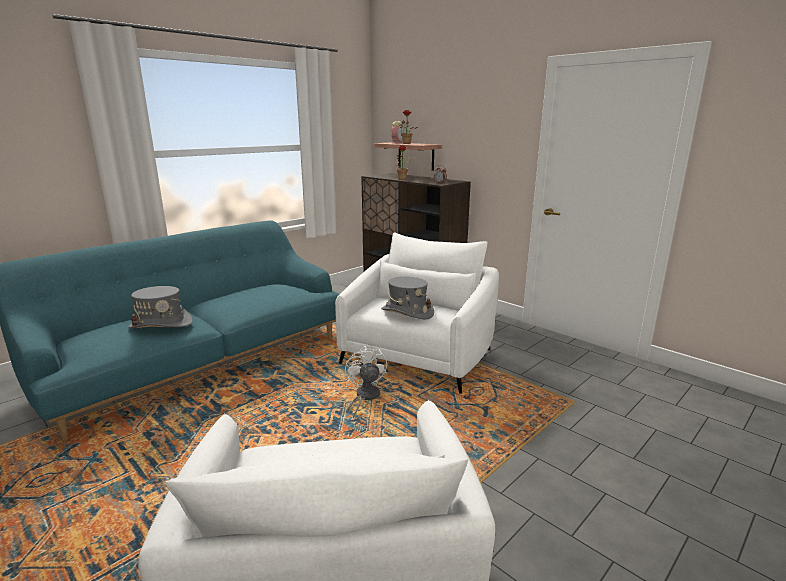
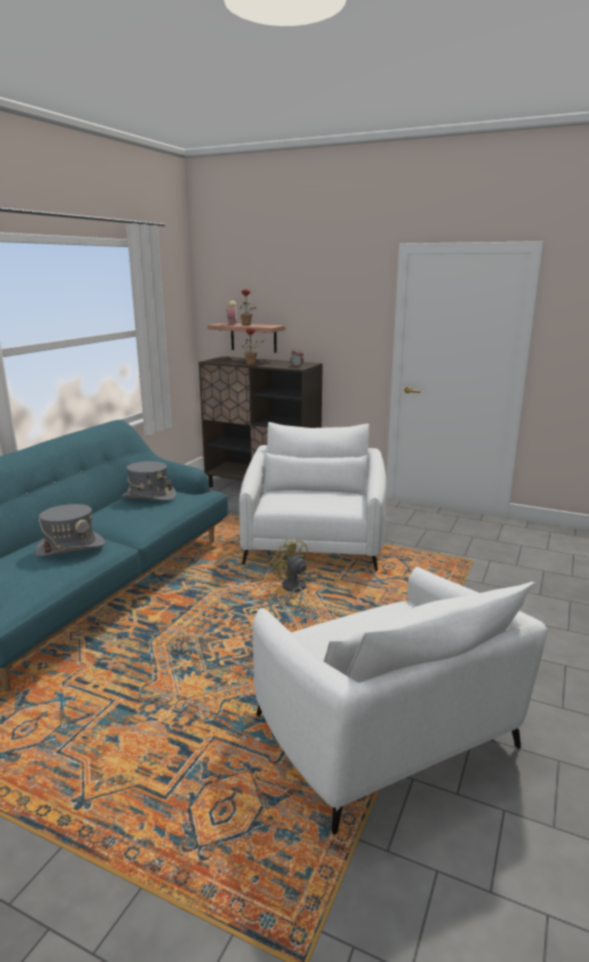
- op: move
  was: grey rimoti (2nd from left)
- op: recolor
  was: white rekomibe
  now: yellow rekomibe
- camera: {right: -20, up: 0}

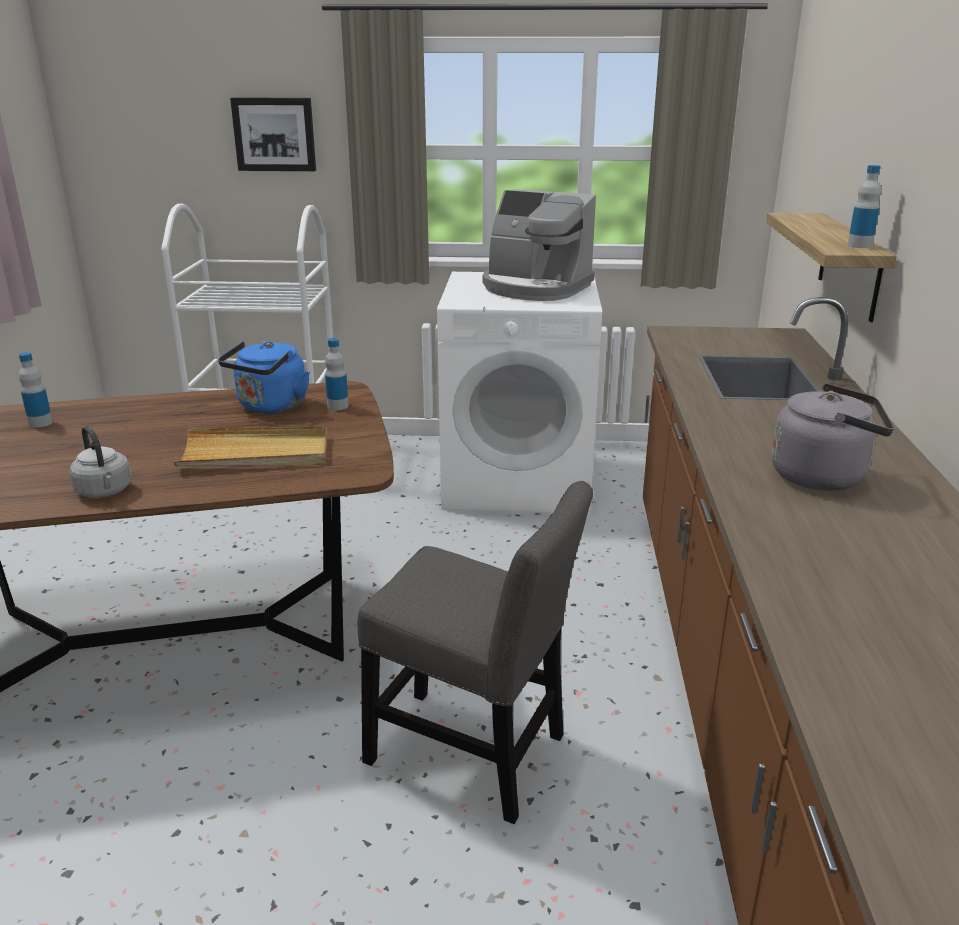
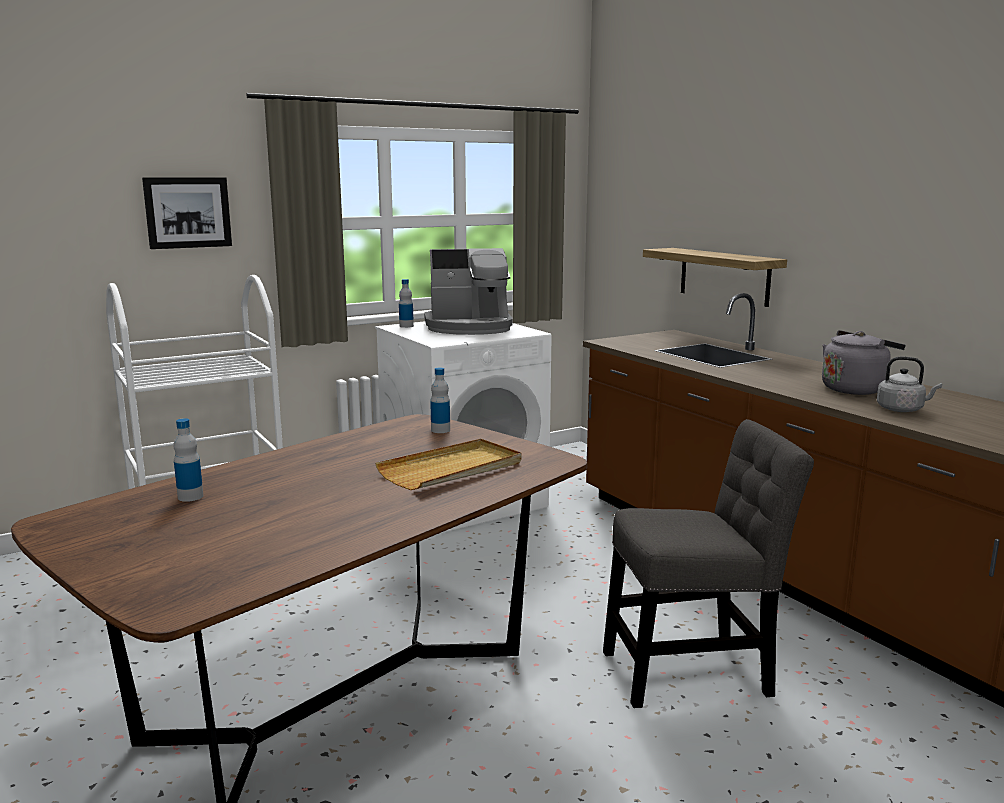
- op: move
  was: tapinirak (3rd from left in the first image)
  now: tapinirak (2nd from left)
- op: move
  was: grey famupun (1st from left in the first image)
  now: grey famupun (2nd from left)
- op: delete
  was: blue famupun
- camera: {right: -35, up: -10}

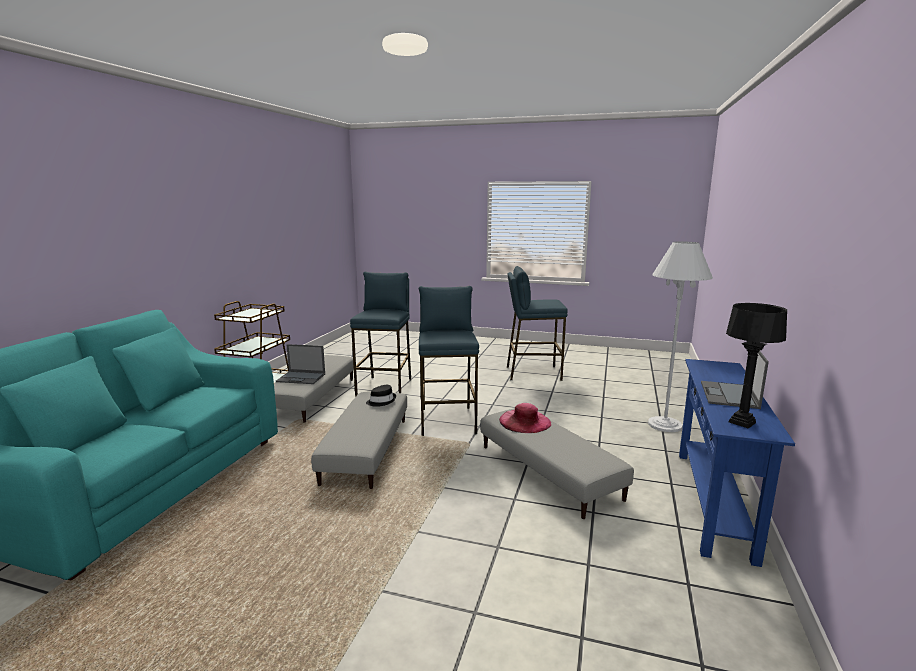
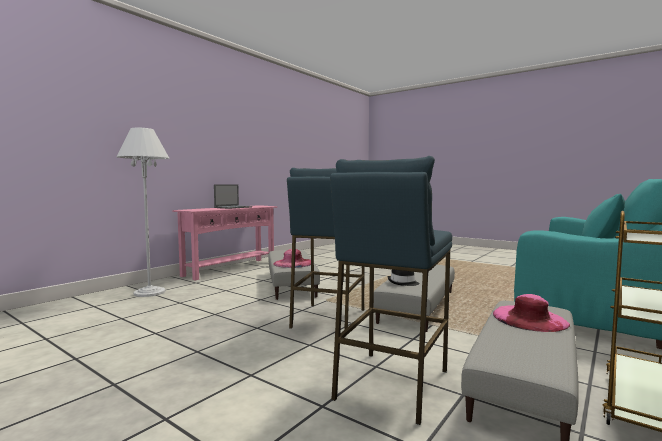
- op: recolor
  was: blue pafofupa
  now: pink pafofupa
- op: replace
  was: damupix (1st from left)
  now: pink rimoti (2nd from left)
- op: delete
  was: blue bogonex (3rd from left)
- op: delete
  was: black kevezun
- camera: {right: -160, up: -10}

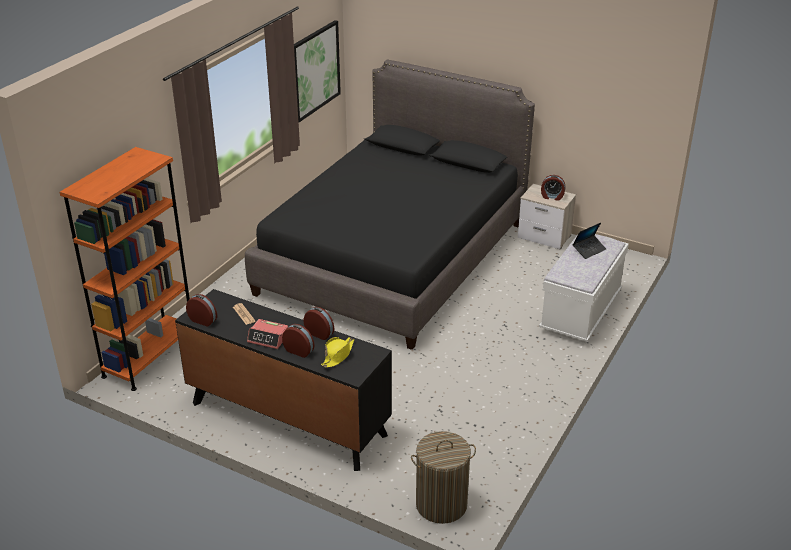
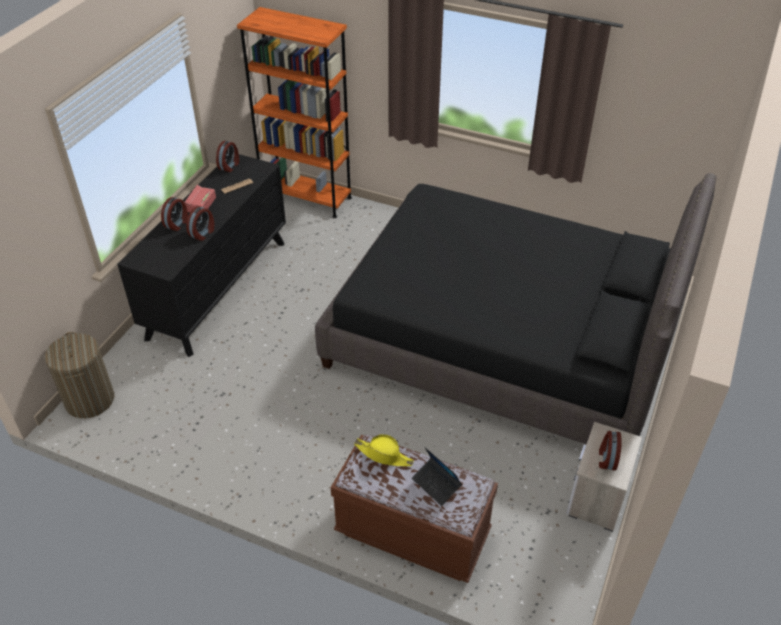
- op: recolor
  was: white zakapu
  now: brown zakapu
- op: move
  was: yellow rimoti
- op: delete
  was: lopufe
- camera: {right: 85, up: 10}

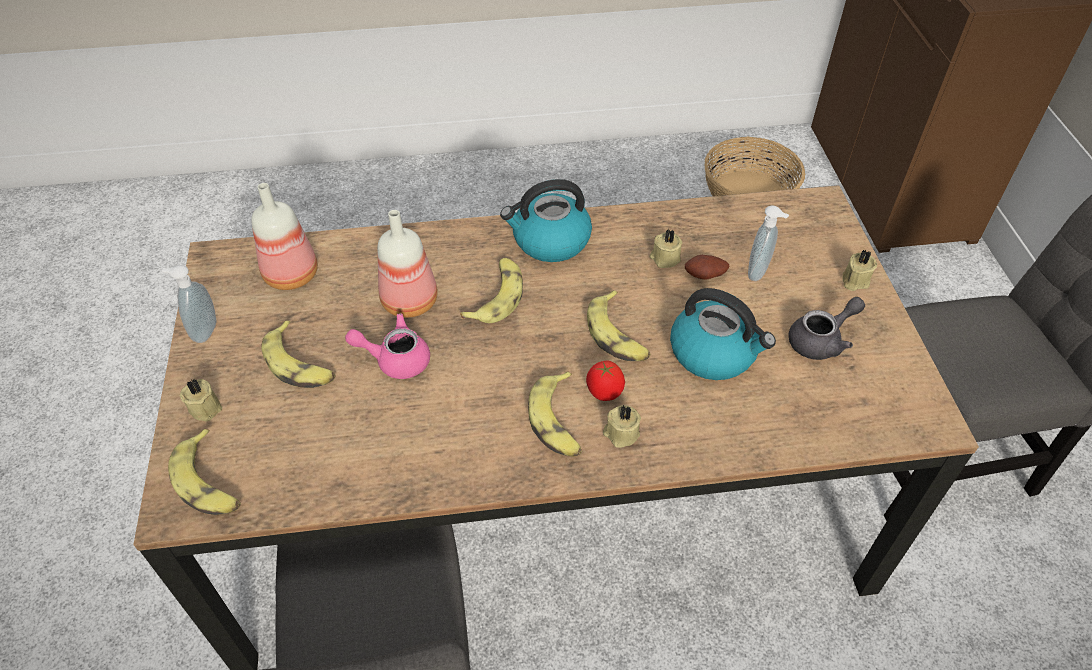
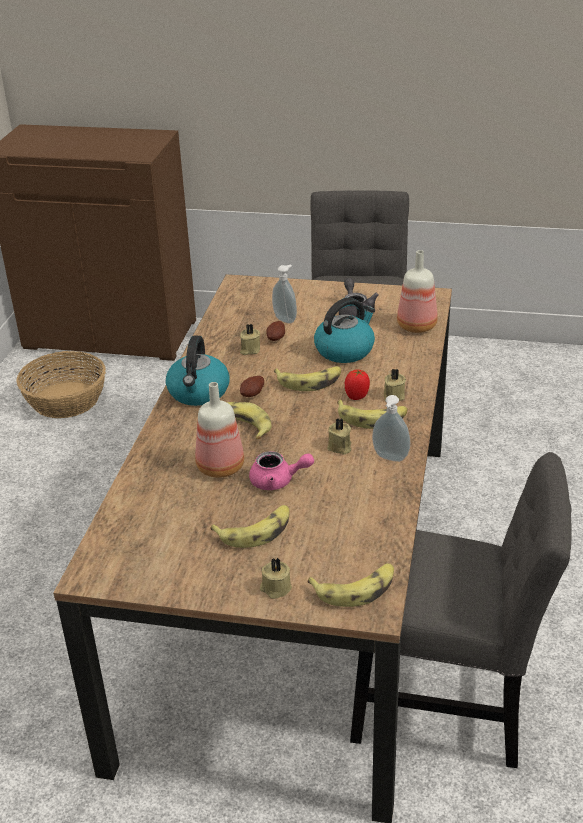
- op: insert
  now: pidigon (1st from left)
- op: rotate
  was: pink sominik
  clockwise: -105
- op: move
  was: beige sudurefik (4th from left in the first image)
  now: beige sudurefik (3rd from left)
- op: move
  was: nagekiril (1st from left in the first image)
  now: nagekiril (2nd from left)
- op: move
  was: tapinirak (1st from left in the first image)
  now: tapinirak (2nd from left)
- camera: {right: -70, up: -15}

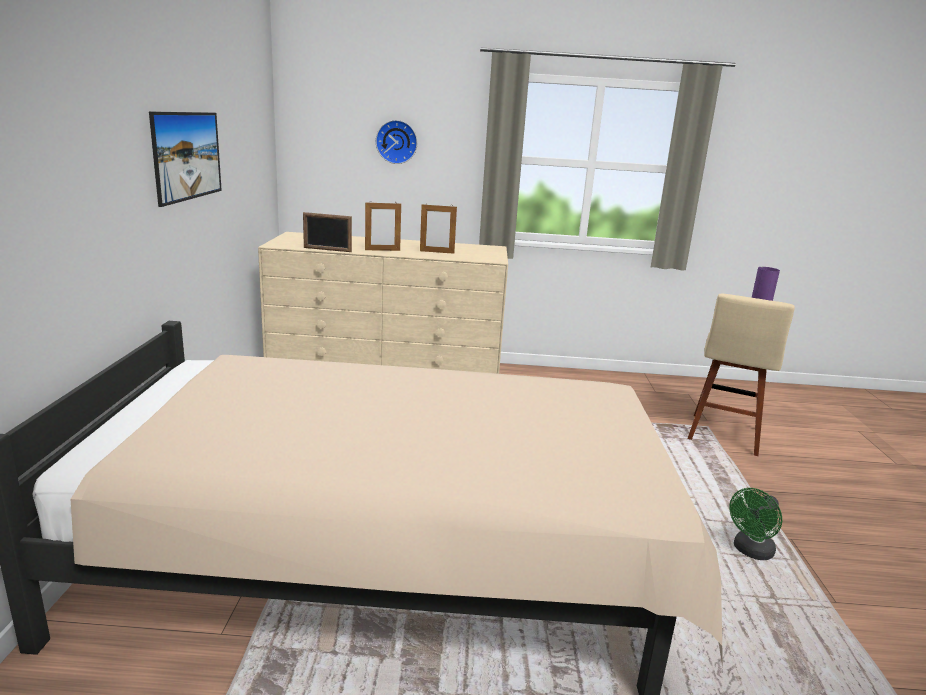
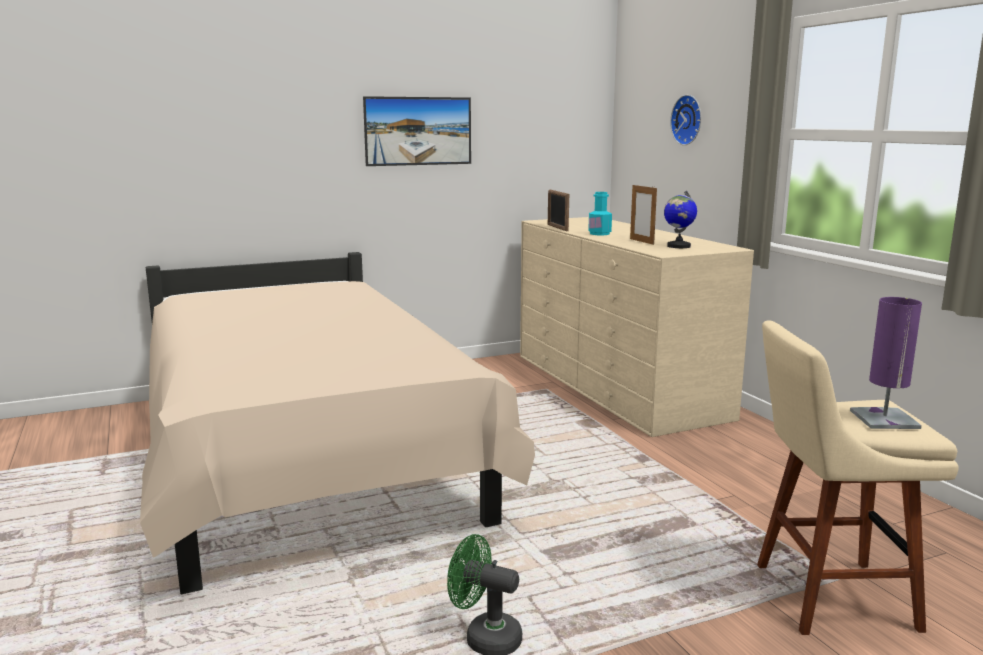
- op: replace
  was: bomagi (2nd from left)
  now: turquoise tapinirak
- op: insert
  now: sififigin
- camera: {right: 65, up: -5}

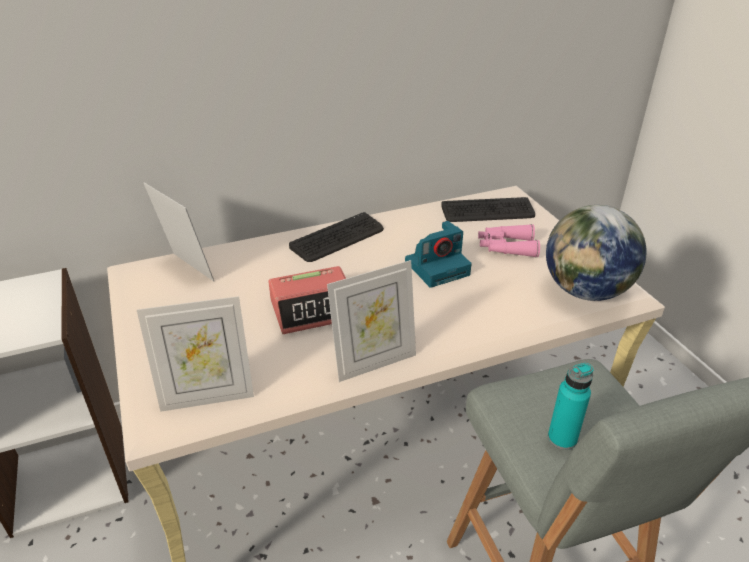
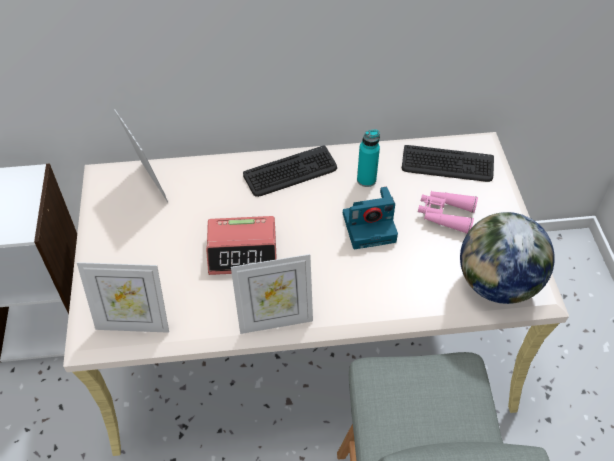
- op: move
  was: turquoise tapinirak
- camera: {right: 15, up: 15}

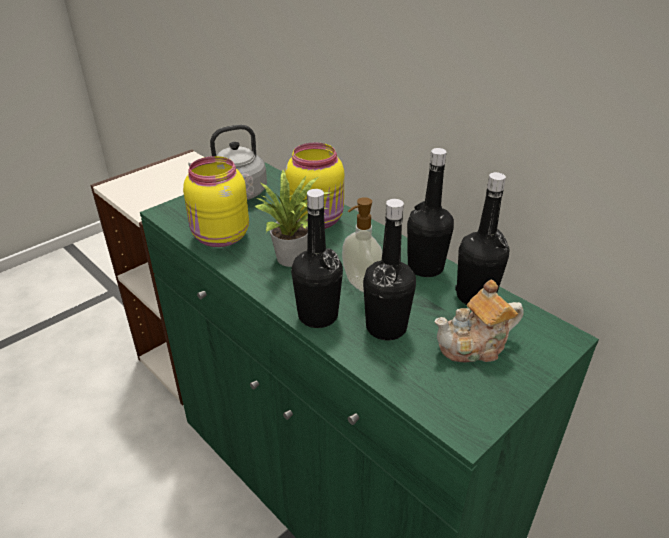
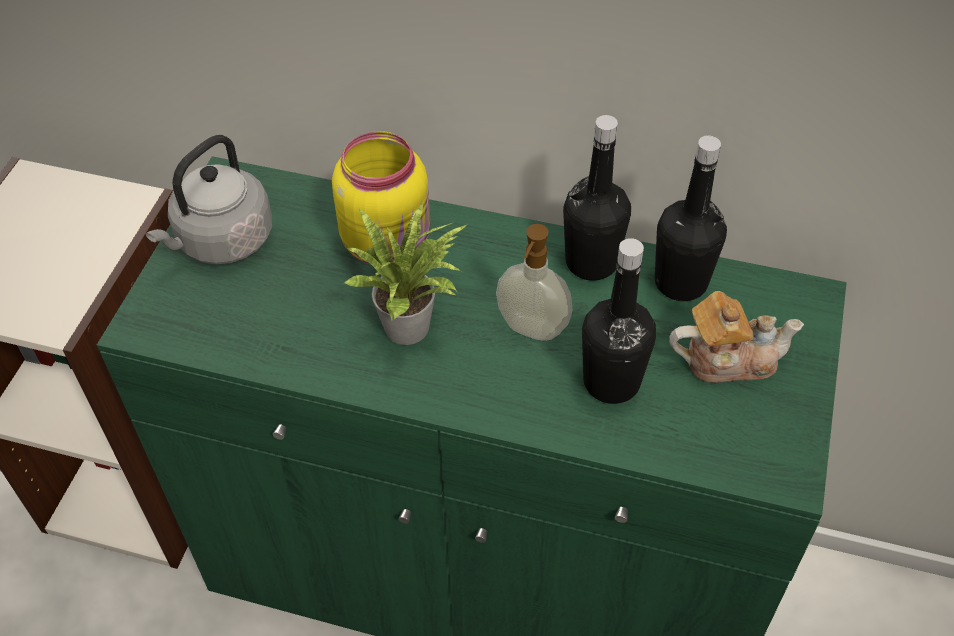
- op: rotate
  was: sominik
  clockwise: -135
- op: delete
  was: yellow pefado (1st from left)
- op: delete
  was: black tapinirak (1st from left)
- camera: {right: -30, up: 15}

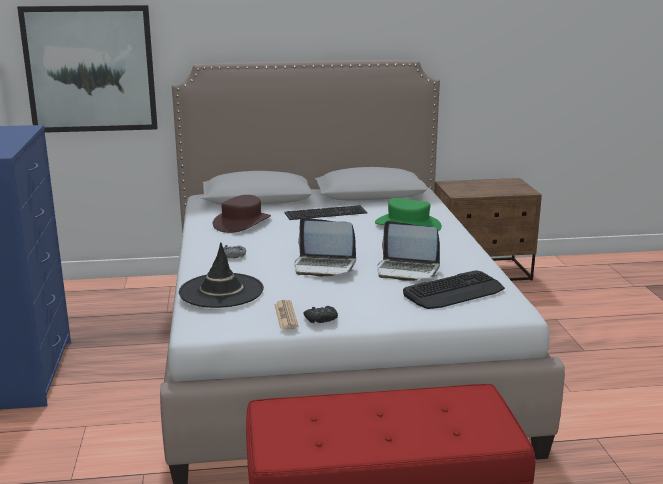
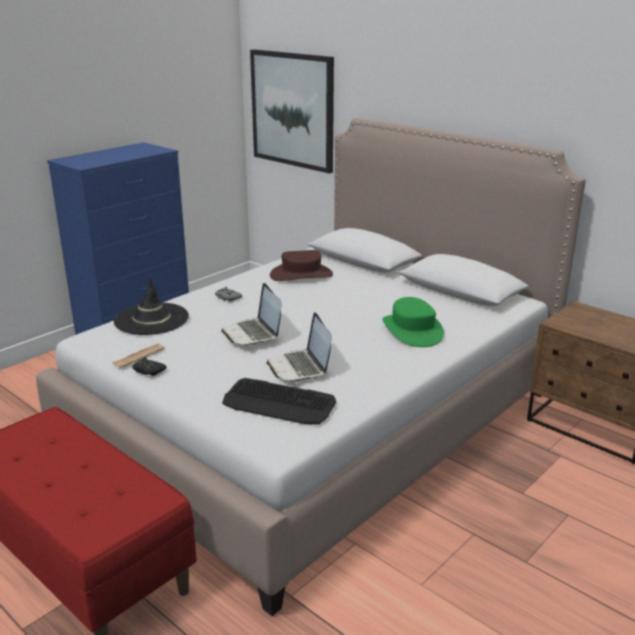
- op: delete
  was: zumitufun (1st from left)
- camera: {right: 50, up: 5}

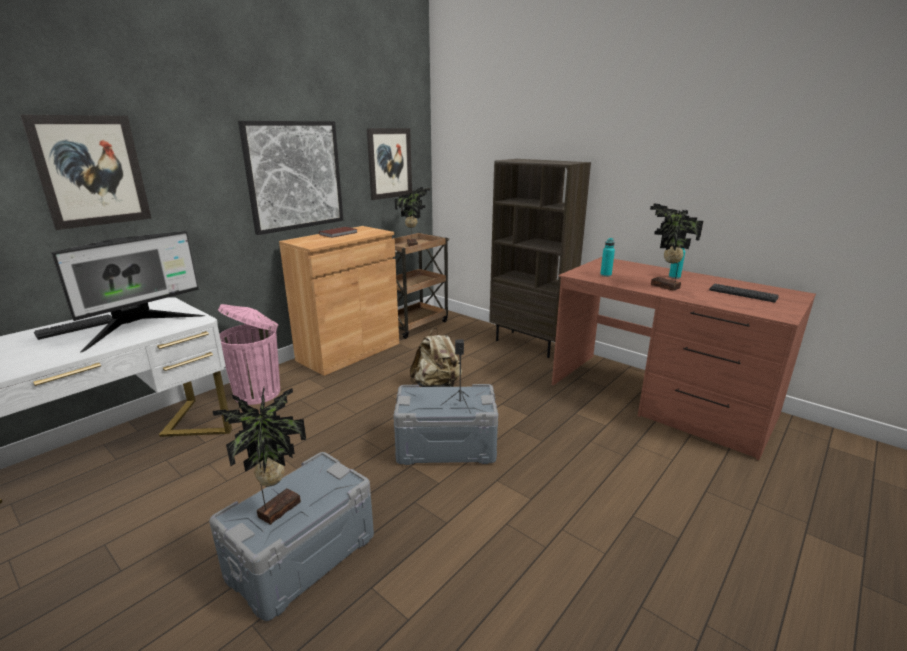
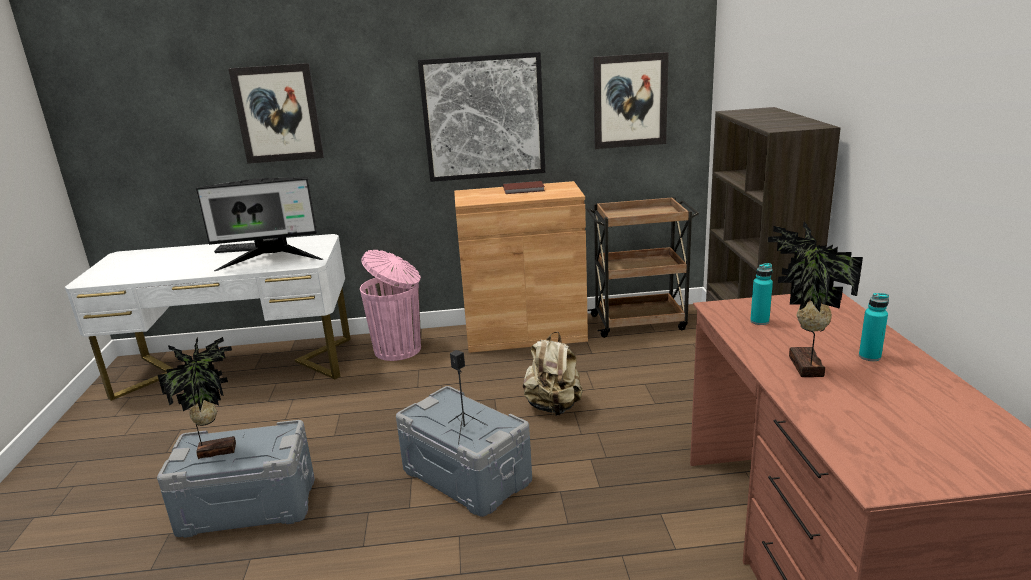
- op: delete
  was: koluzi (2nd from left)
- op: delete
  was: zumitufun (2nd from left)
- camera: {right: 45, up: 0}

